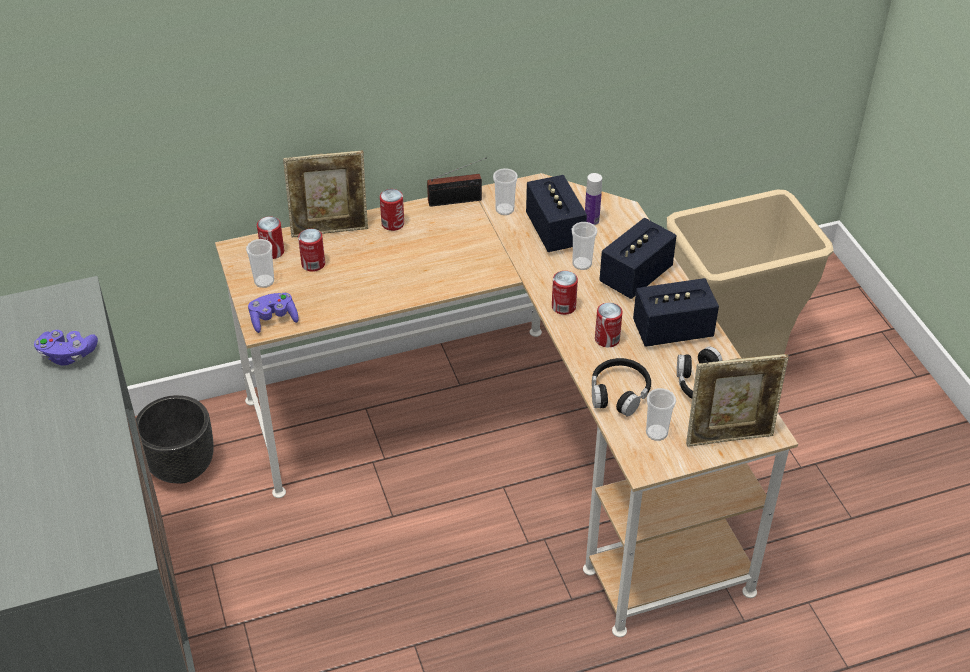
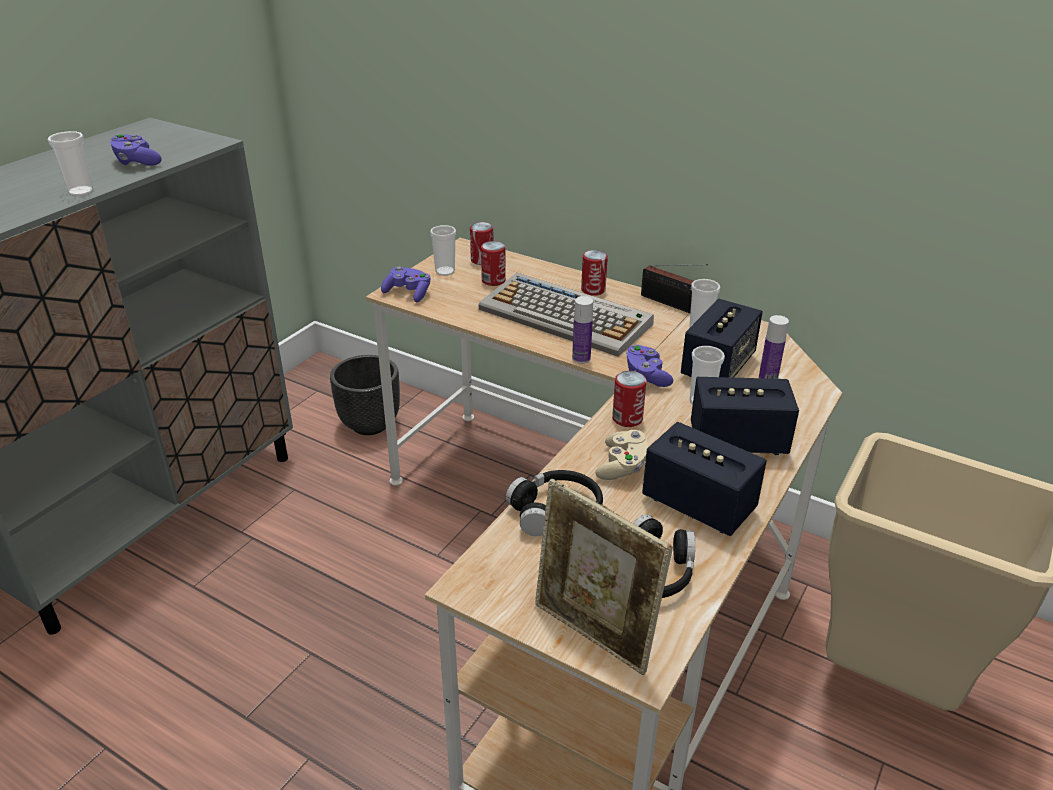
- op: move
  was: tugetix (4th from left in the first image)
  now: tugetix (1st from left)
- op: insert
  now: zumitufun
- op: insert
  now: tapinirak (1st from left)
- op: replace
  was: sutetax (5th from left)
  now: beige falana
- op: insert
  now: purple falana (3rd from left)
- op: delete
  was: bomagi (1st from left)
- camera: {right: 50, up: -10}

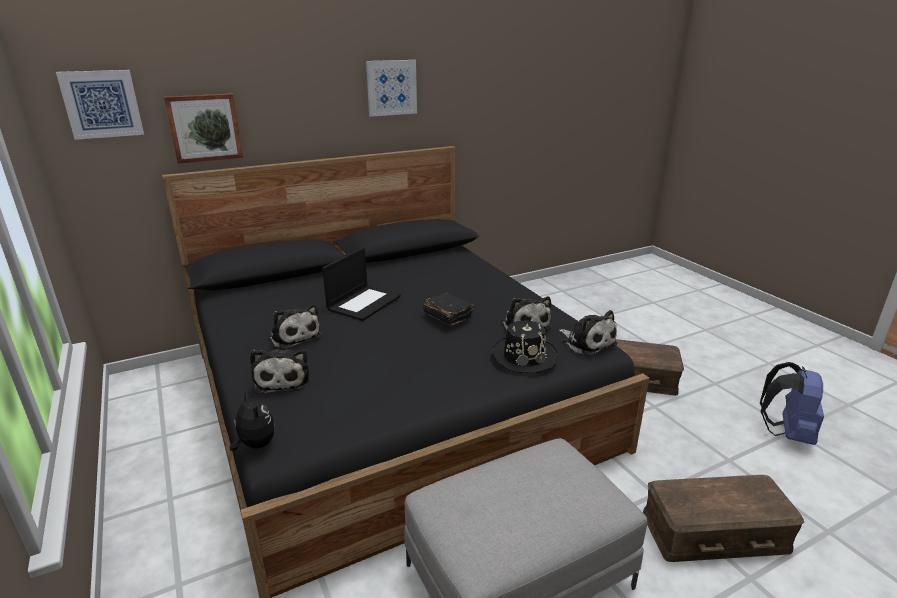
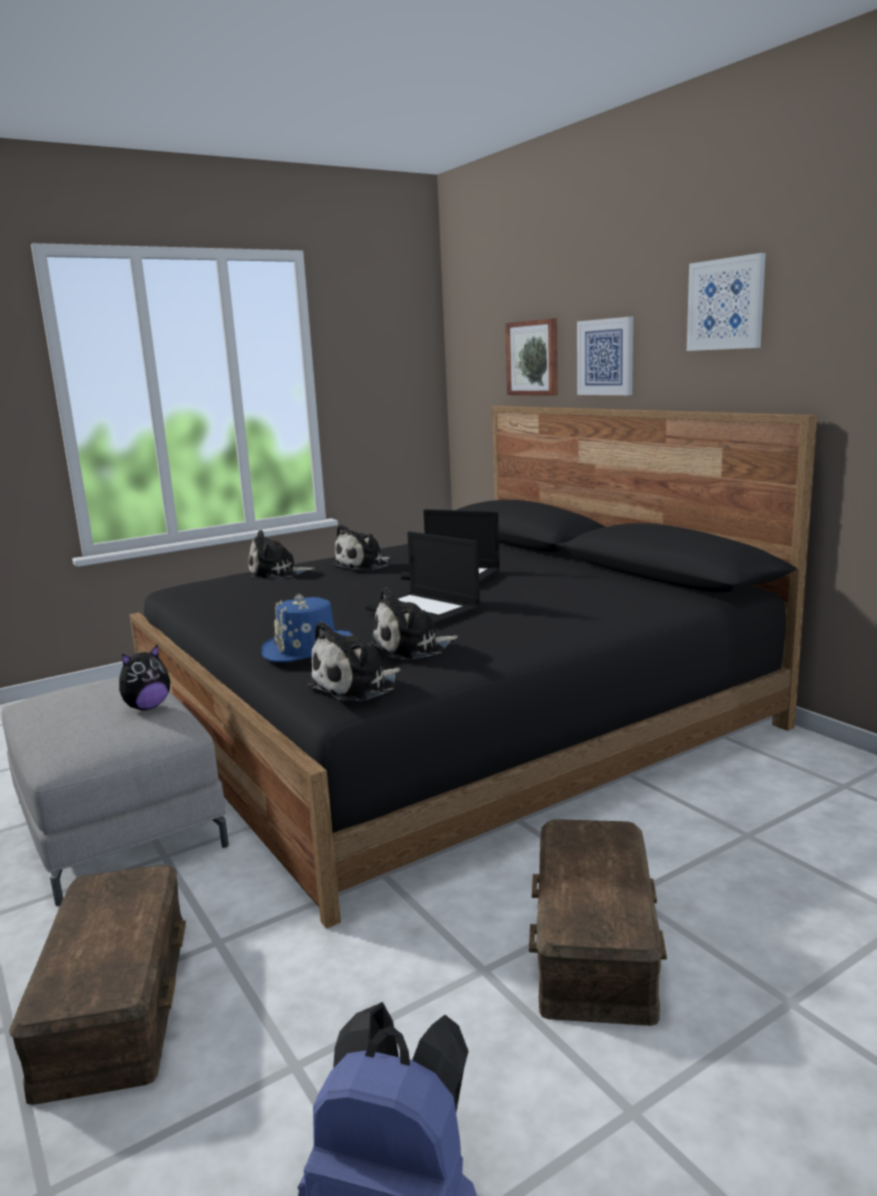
- op: move
  was: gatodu (1st from left)
- op: recolor
  was: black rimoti
  now: blue rimoti
- op: replace
  was: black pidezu
  now: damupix (1st from left)
- op: move
  was: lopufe (1st from left in the first image)
  now: lopufe (2nd from left)
- camera: {right: 85, up: -10}

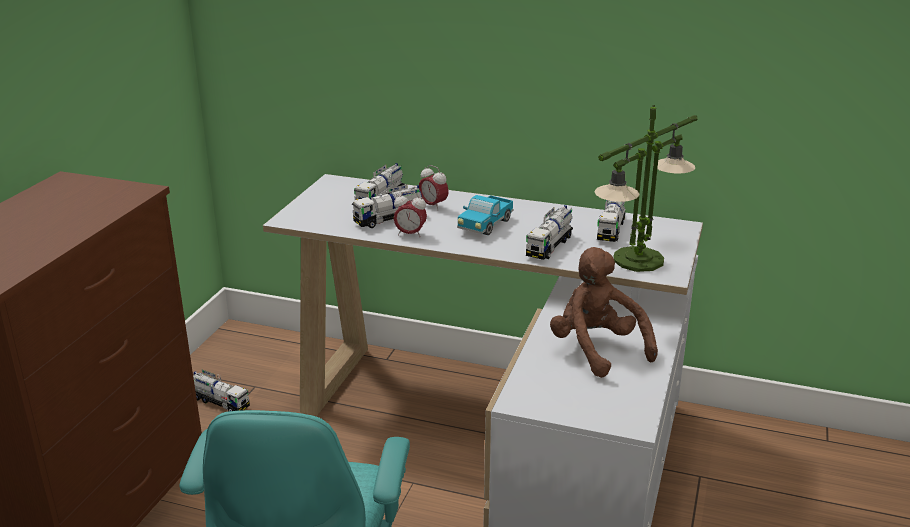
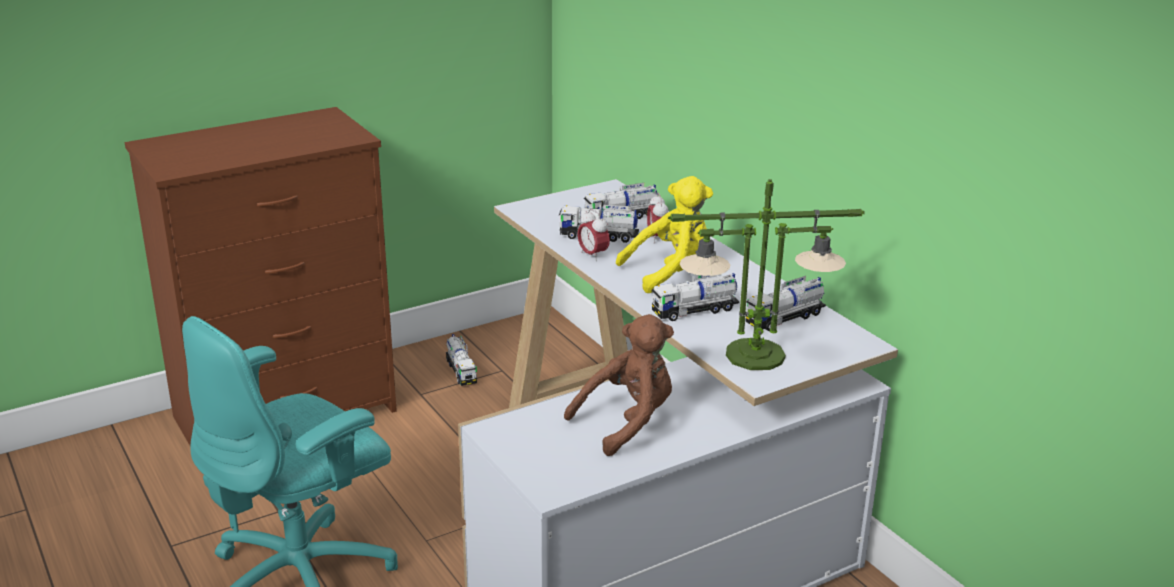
- op: rotate
  was: brown gatodu
  clockwise: 45
- op: replace
  was: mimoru (4th from left)
  now: yellow gatodu
- camera: {right: 40, up: 0}

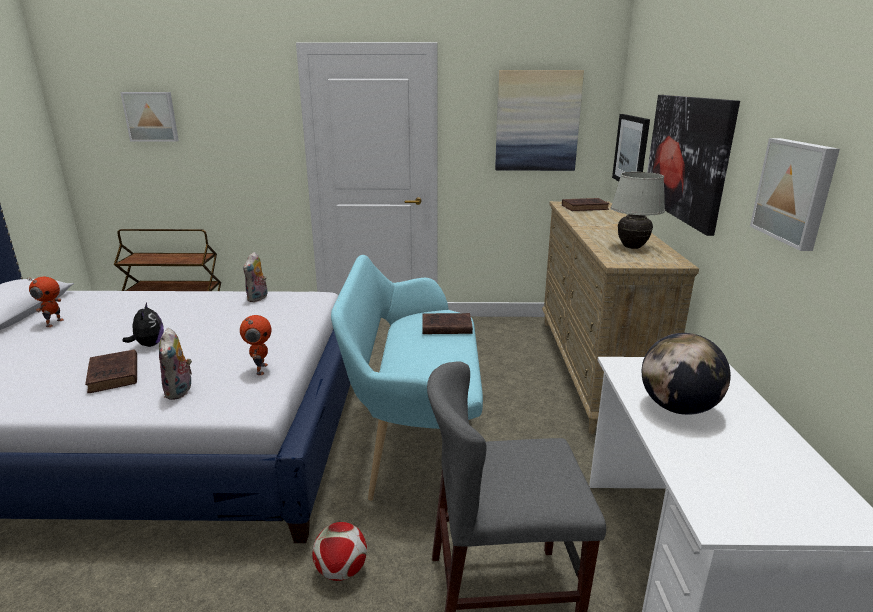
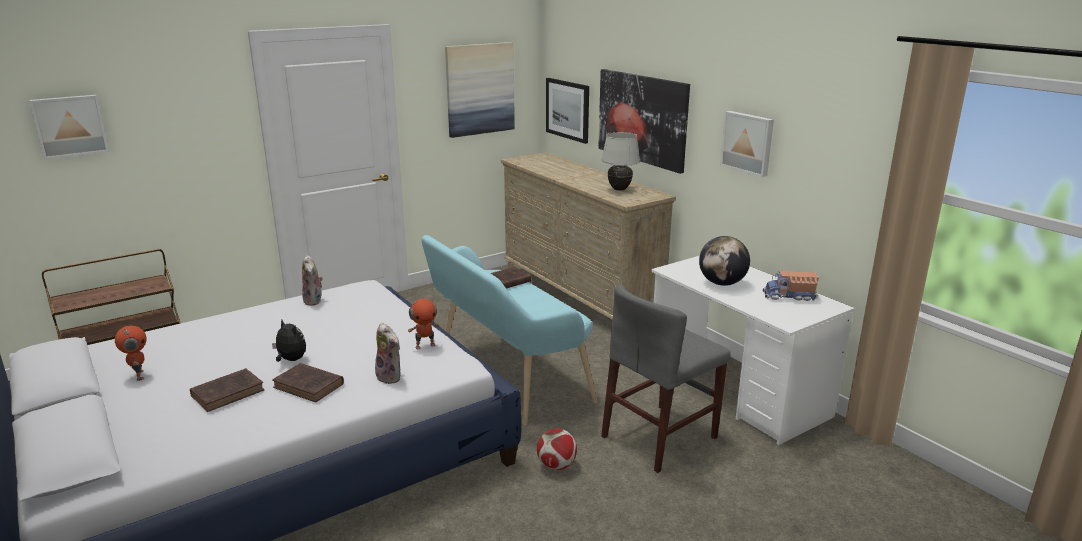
- op: move
  was: brown pidezu (3rd from left in the first image)
  now: brown pidezu (1st from left)
- op: rotate
  was: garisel (2nd from left)
  clockwise: 105
- op: insert
  now: mimoru
- camera: {right: -35, up: 0}

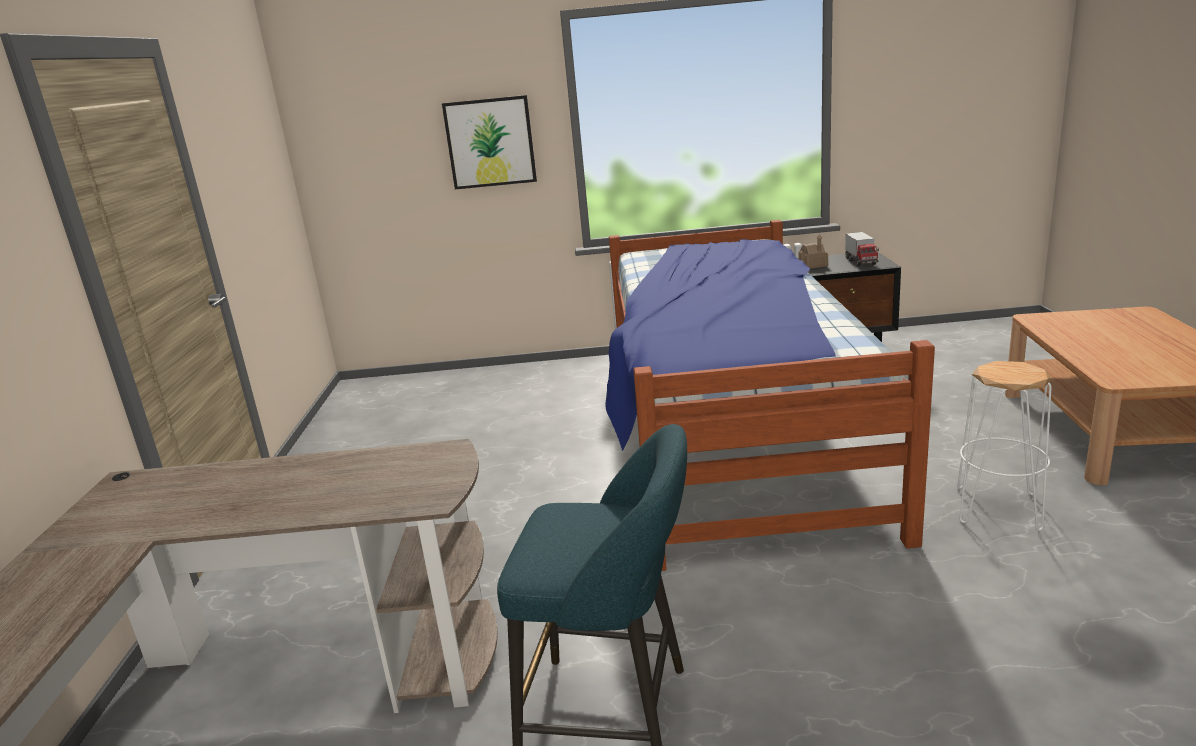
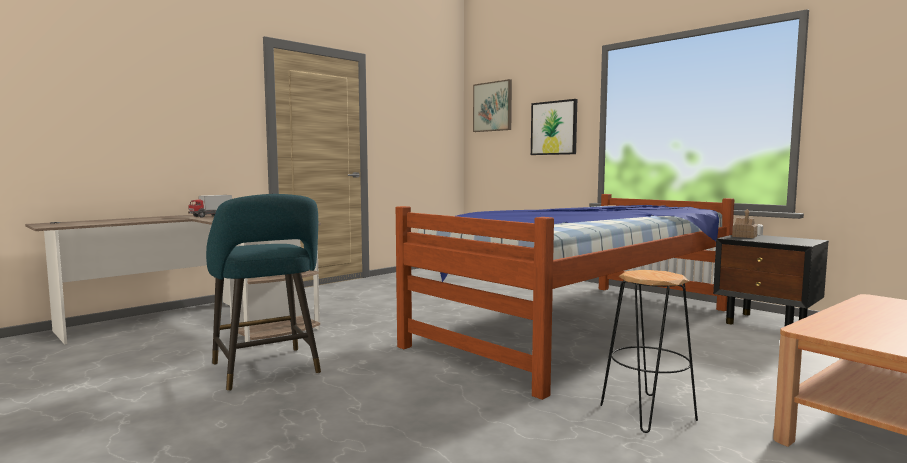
- op: move
  was: mimoru
- op: insert
  now: lopufe (1st from left)
- op: recolor
  was: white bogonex
  now: black bogonex
- camera: {right: 45, up: -15}

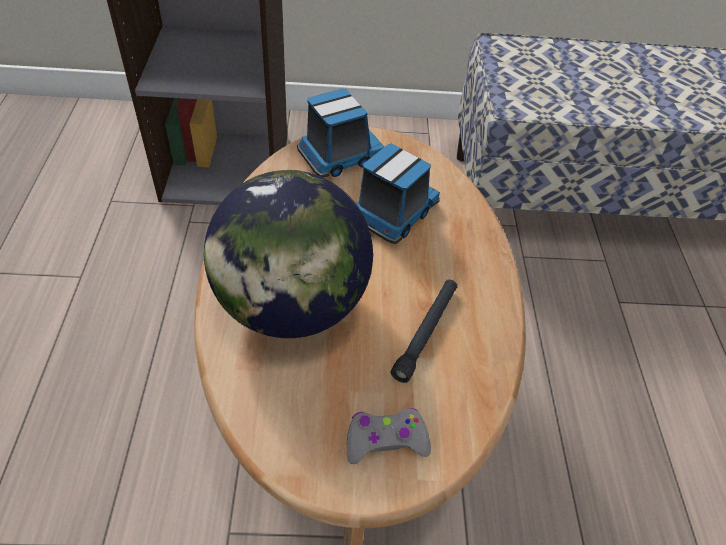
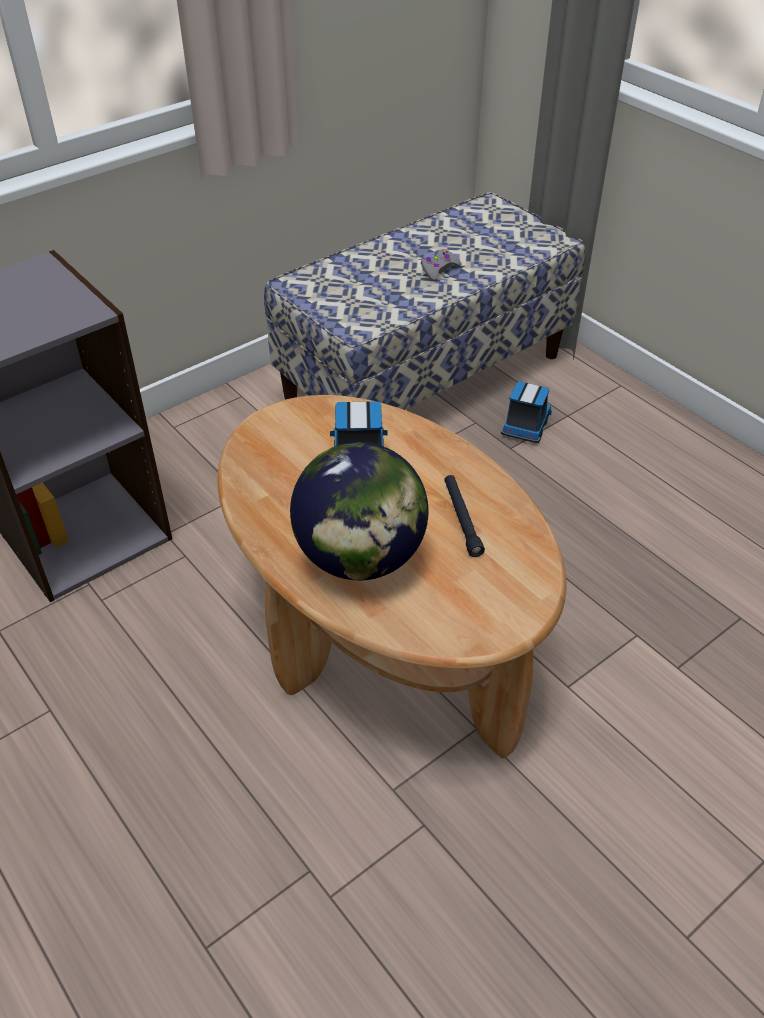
- op: move
  was: grey falana
- op: move
  was: mimoru (1st from left in the first image)
  now: mimoru (2nd from left)
- camera: {right: -35, up: -5}

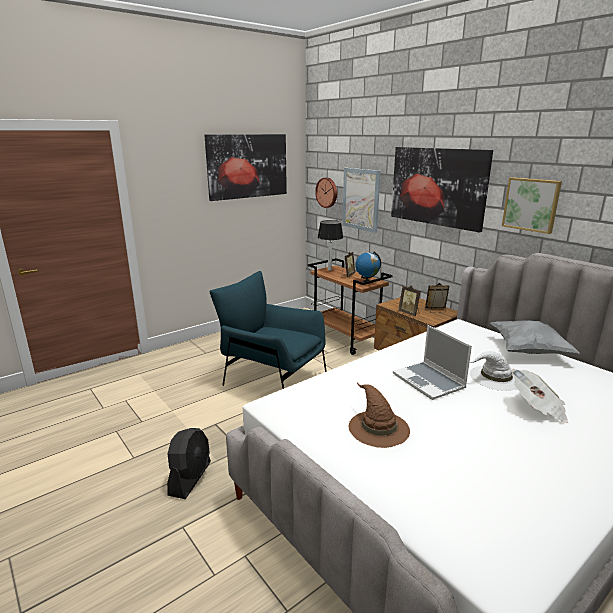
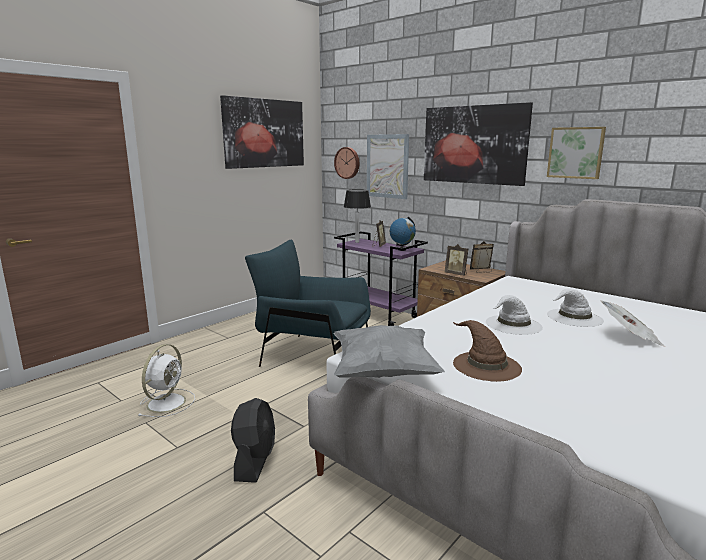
- op: insert
  now: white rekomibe
- op: move
  was: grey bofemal
- op: recolor
  was: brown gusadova
  now: purple gusadova
- op: replace
  was: damupix
  now: white rimoti (1st from left)
- camera: {right: -10, up: -5}

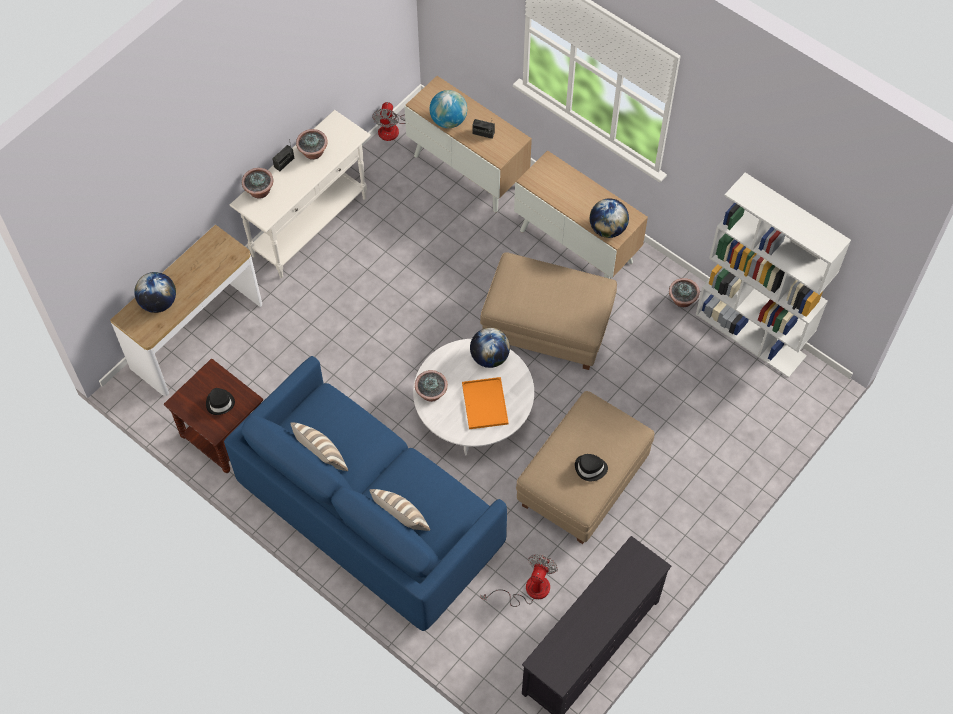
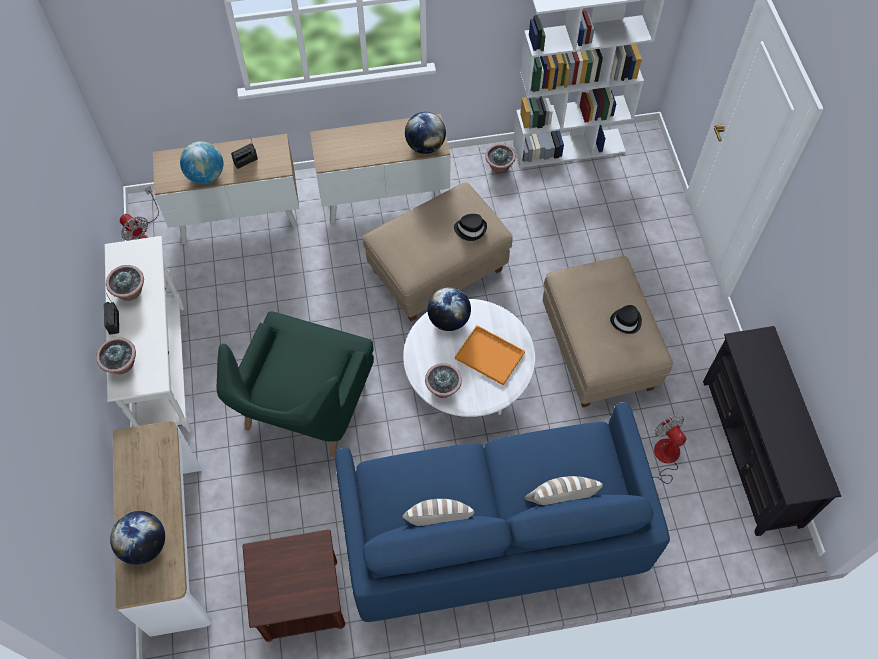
- op: insert
  now: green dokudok
- op: move
  was: black rimoti (1st from left)
- camera: {right: -50, up: 0}

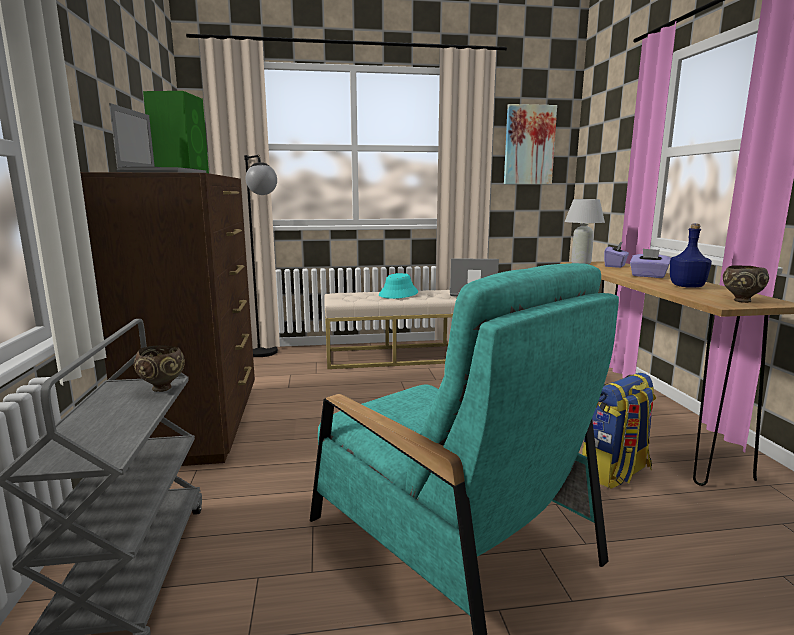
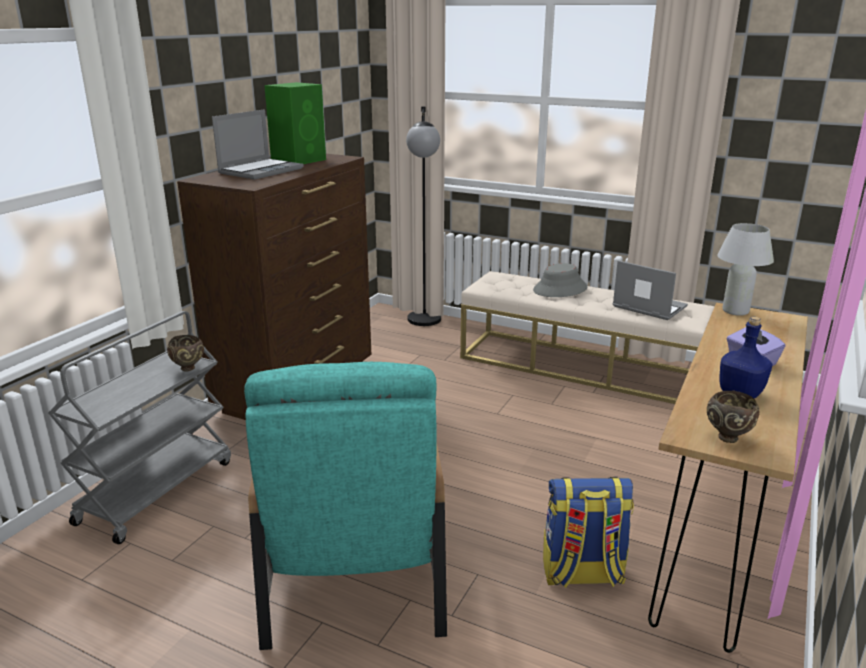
- op: recolor
  was: turquoise rimoti
  now: grey rimoti
- op: delete
  was: lopufe
- op: delete
  was: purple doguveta (1st from left)
- camera: {right: 35, up: 10}

